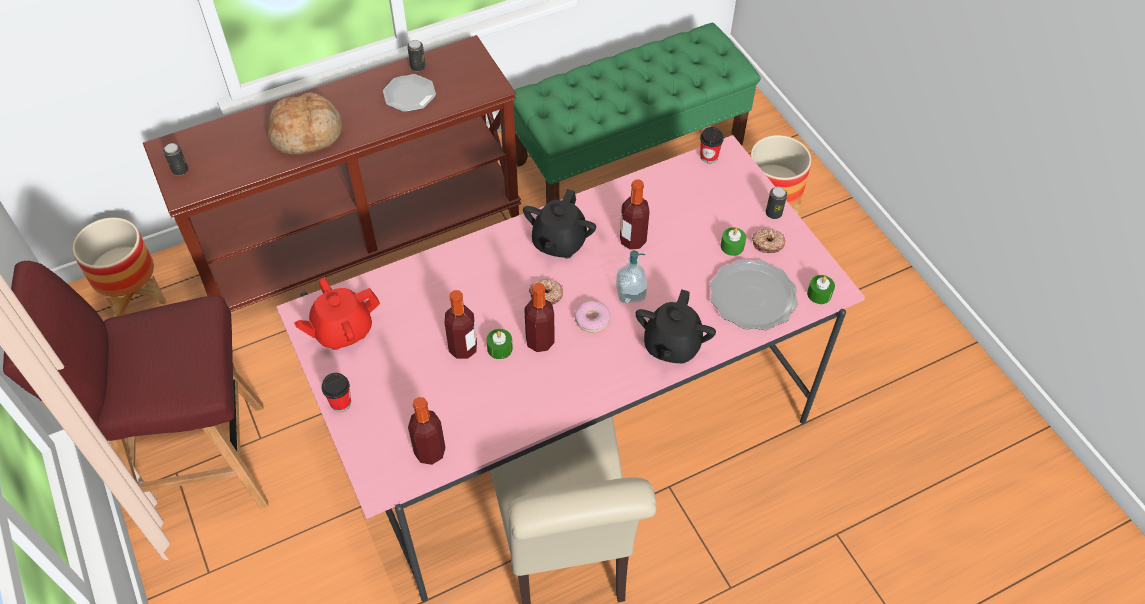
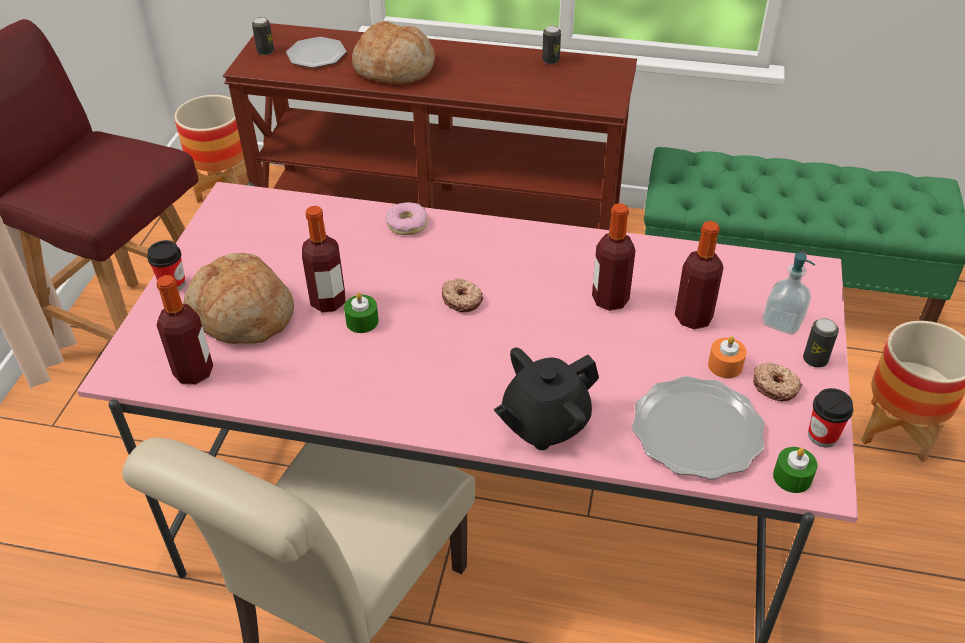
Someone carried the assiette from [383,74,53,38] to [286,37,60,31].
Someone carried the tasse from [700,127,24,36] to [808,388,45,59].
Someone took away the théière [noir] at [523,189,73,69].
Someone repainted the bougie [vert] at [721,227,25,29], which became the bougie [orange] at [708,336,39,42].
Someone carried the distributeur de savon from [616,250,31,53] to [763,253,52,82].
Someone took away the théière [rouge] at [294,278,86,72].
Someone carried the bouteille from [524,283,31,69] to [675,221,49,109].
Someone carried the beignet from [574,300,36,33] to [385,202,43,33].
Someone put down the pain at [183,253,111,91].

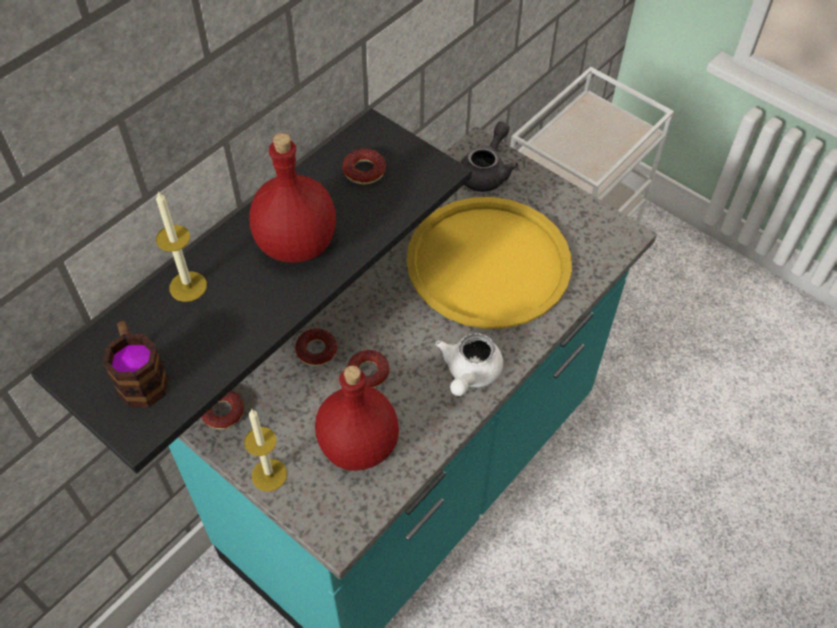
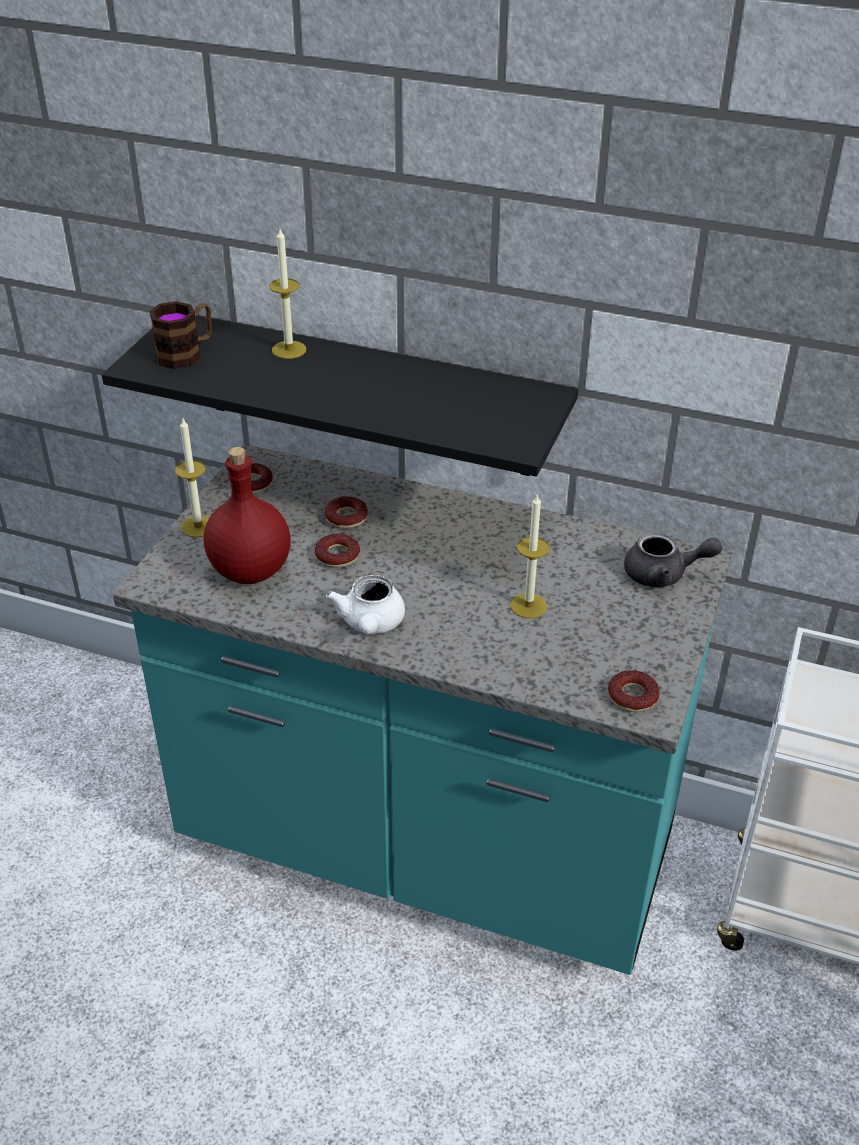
Someone took away the bouteille [rouge] at [250,133,86,130].
Someone carried the beignet from [342,148,44,36] to [608,670,52,42].
Someone swapped the plateau [jaune] at [407,197,165,132] for the bougie at [511,495,38,123].
Someone rotated the théière [blanc] at [435,333,68,63] by 90 degrees counterclockwise.

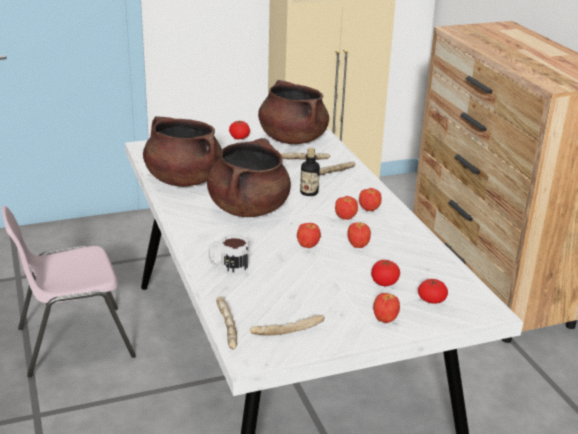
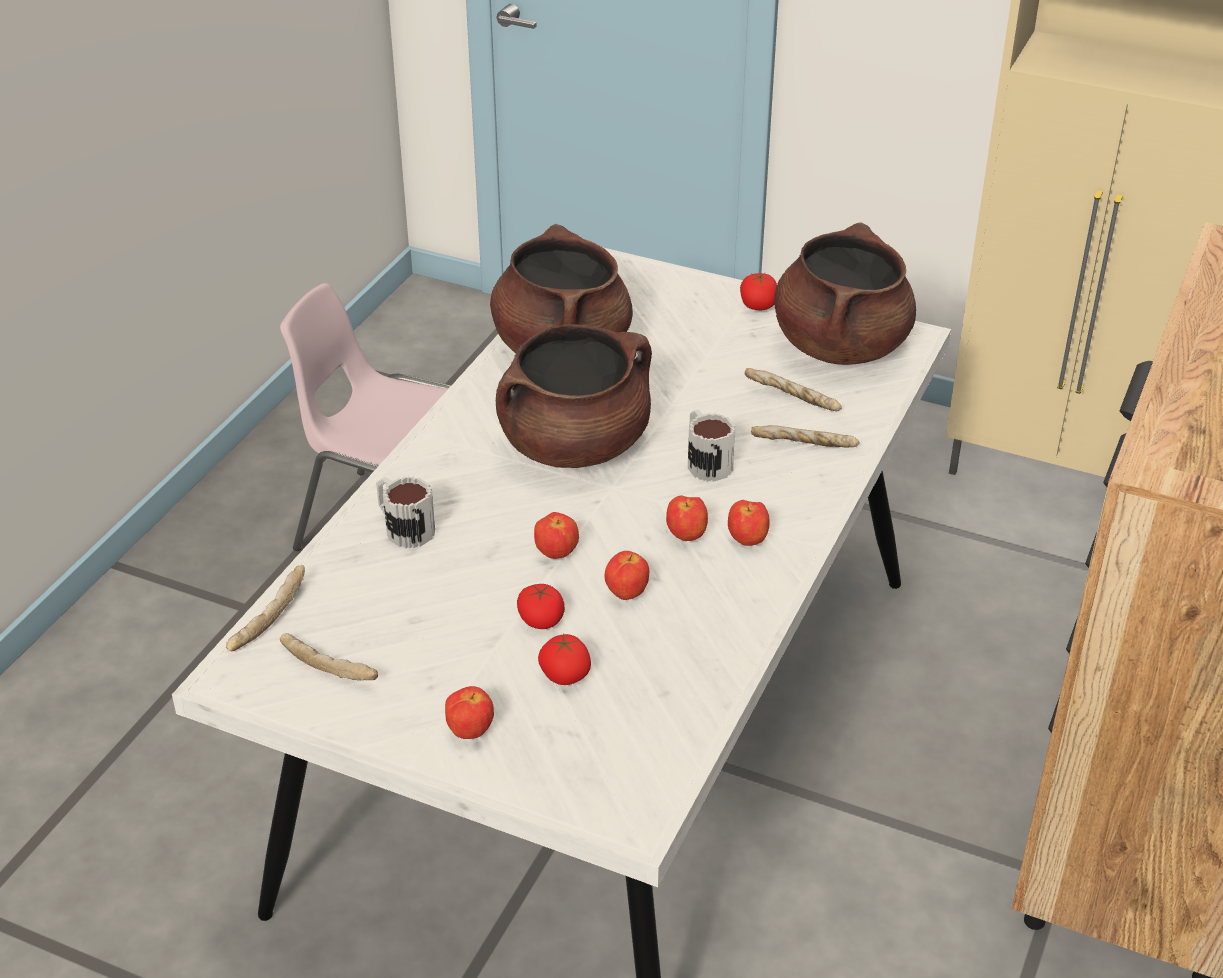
Someone swapped the bouteille at [300,148,20,48] for the mug at [688,409,48,73].
Someone carried the tomate from [418,279,30,25] to [517,584,48,45].

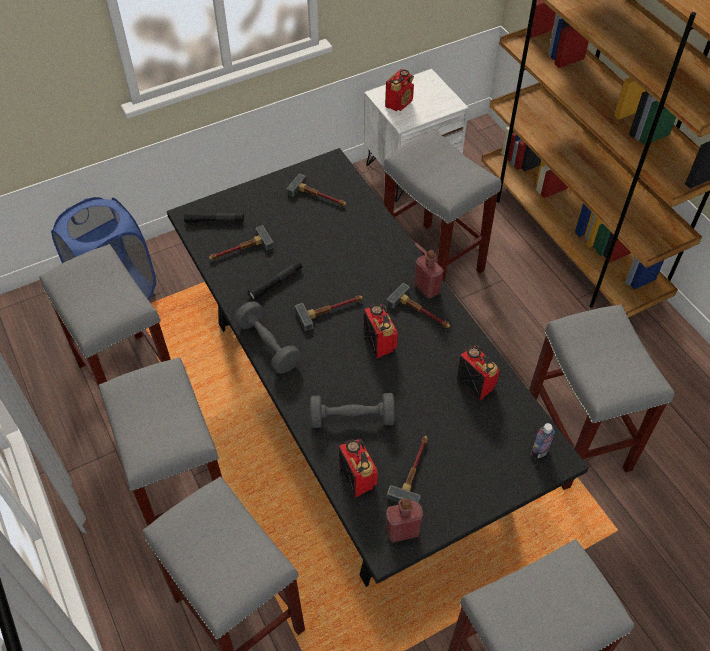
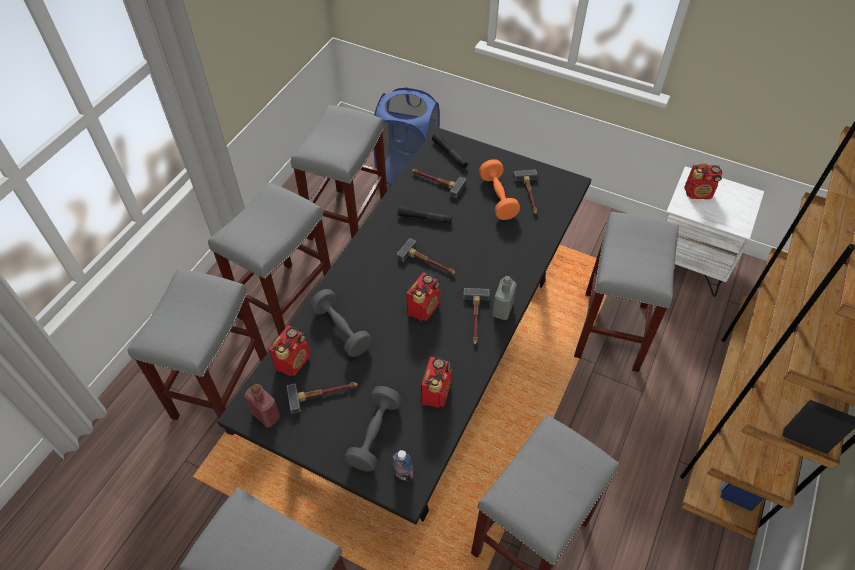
Someone repainted the bouteille [rouge] at [414,250,30,48], which became the bouteille [gris] at [492,276,25,44].
Someone carried the haltère [gris] from [234,301,67,73] to [345,386,57,85].
Someone put down the haltère [orange] at [479,159,41,61].

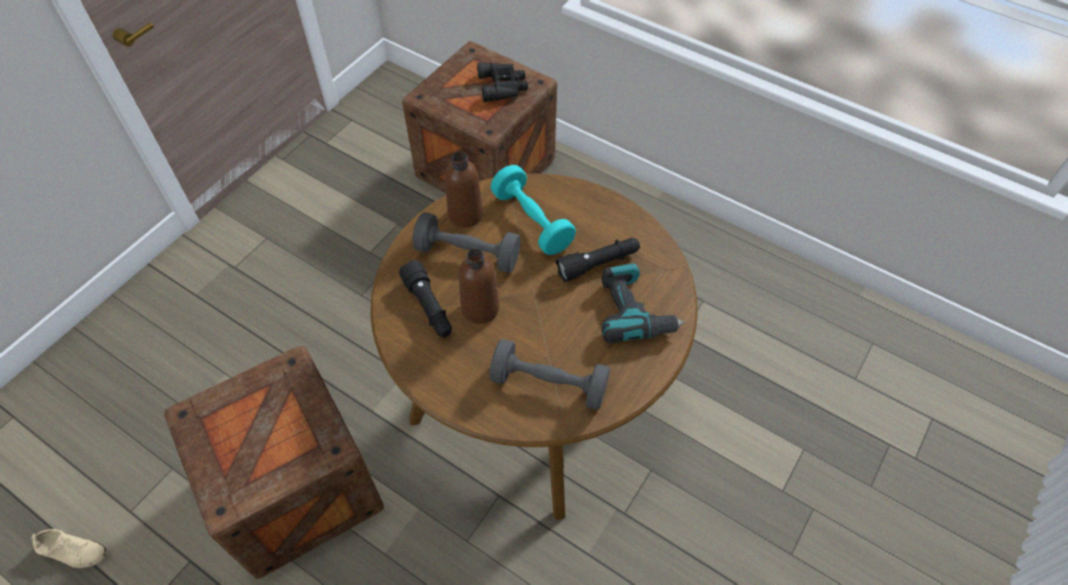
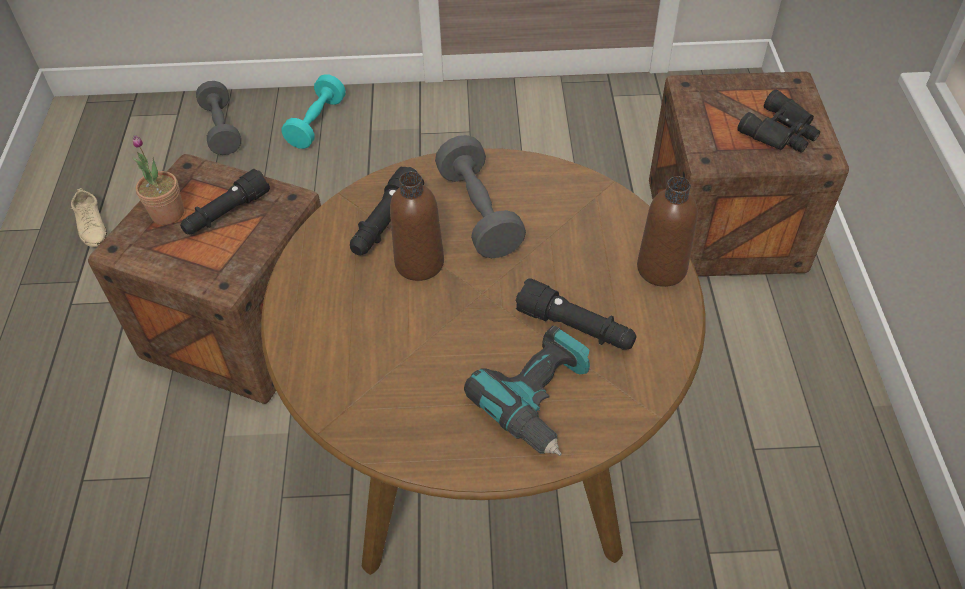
Someone carried the bouteille [marron] from [445,152,38,76] to [637,176,61,111].
Someone carried the haltère [turquoise] from [491,165,85,90] to [282,74,64,75].
Someone carried the haltère [gris] from [489,339,121,71] to [196,81,45,74].
Someone put down the plante en pot at [132,135,52,90].
Someone put down the lampe de poche [noir] at [180,169,90,65].

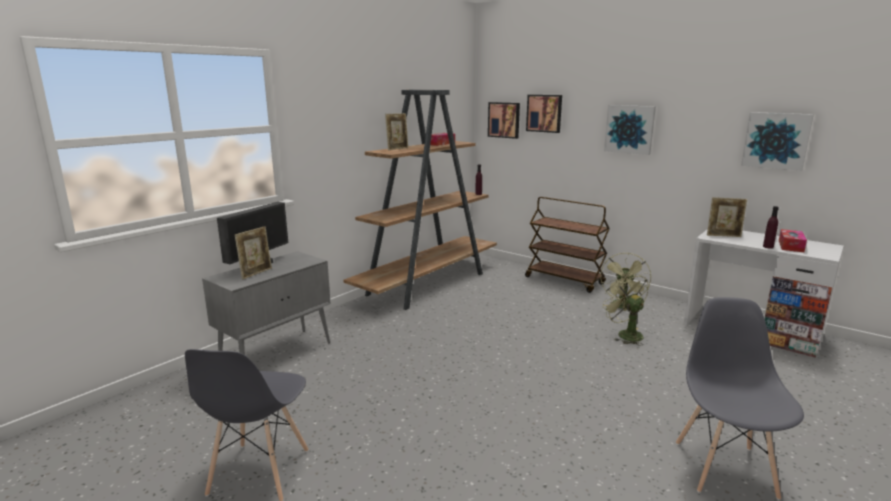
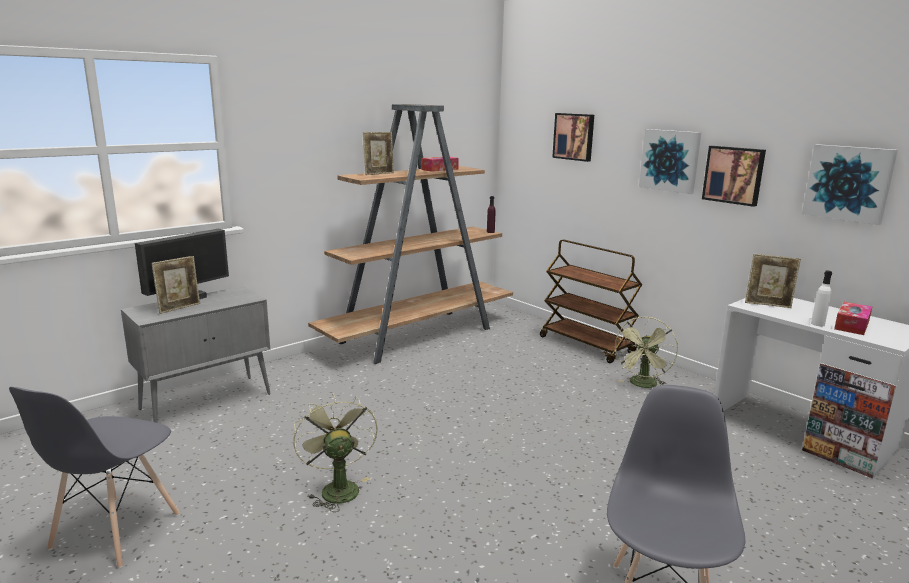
Someone carried the tableau from [488,102,32,37] to [702,146,64,61].
Someone repainted the bouteille [violet] at [763,206,16,43], which became the bouteille [blanc] at [811,271,21,56].
Someone carried the ventilateur [vert] from [602,272,47,73] to [293,394,85,118].

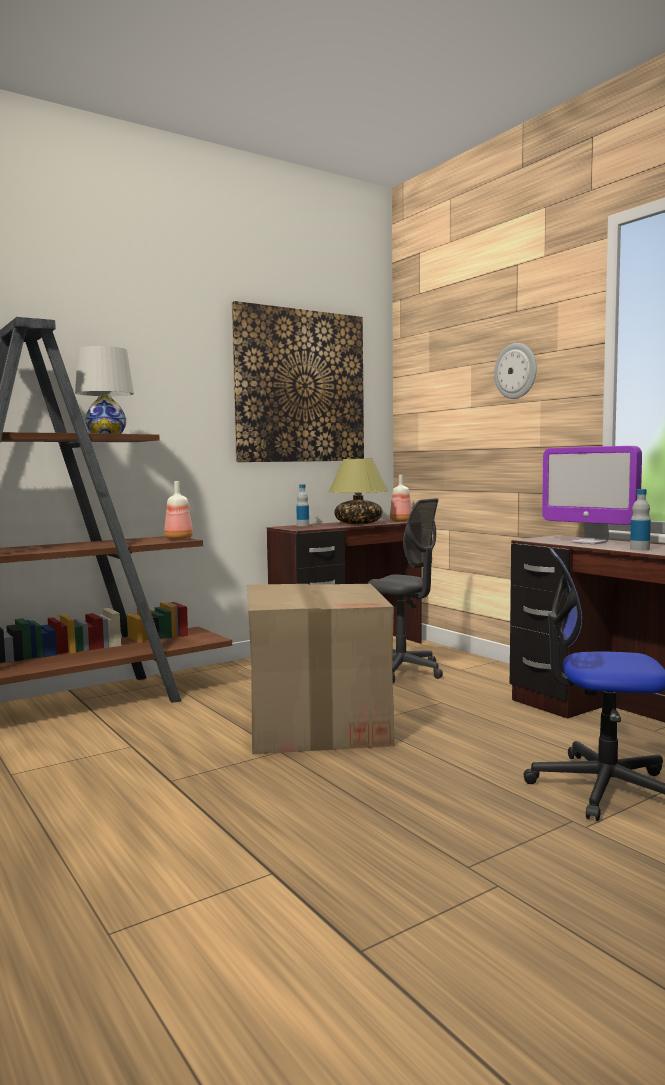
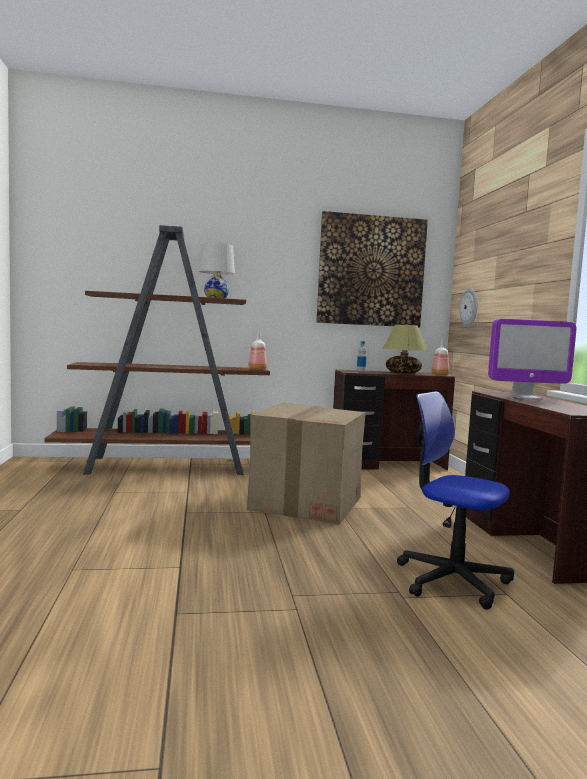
Someone carried the horloge murale from [494,343,43,56] to [459,289,19,37].
Someone rotated the écran d'ordinateur at [542,446,100,98] by 75 degrees counterclockwise.
Someone took away the bouteille at [630,489,21,61].
Someone took away the chaise de bureau [gris] at [368,498,75,185].

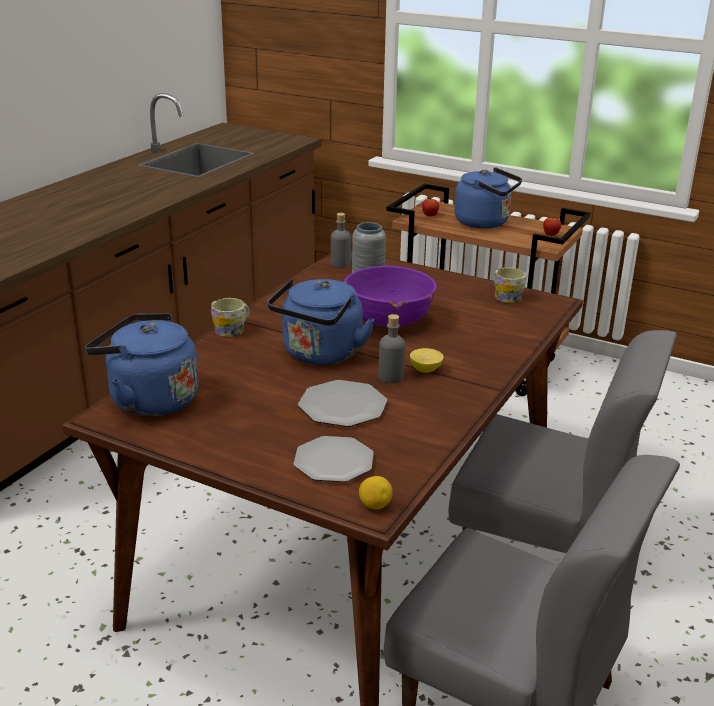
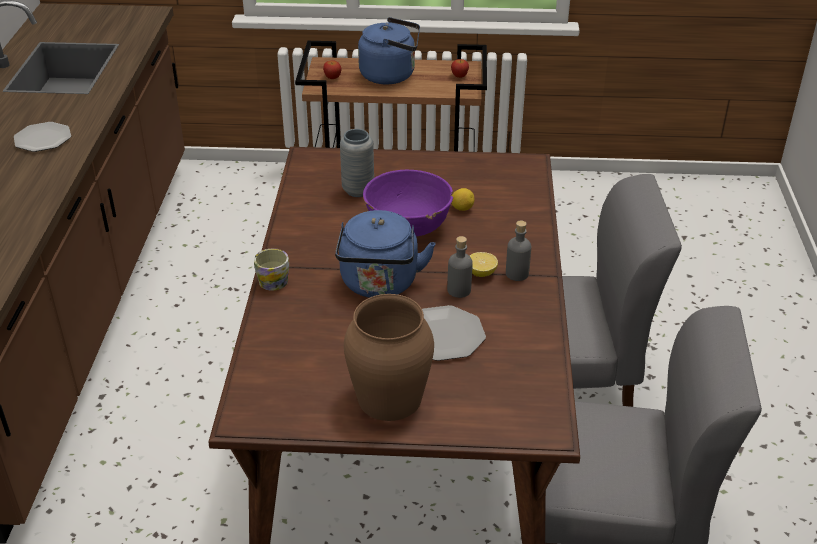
Someone carried the bouteille [gris] from [331,213,20,55] to [506,220,25,61].
Someone took away the mug at [494,267,32,36].
Someone took away the bouilloire [bleu] at [85,313,114,104].
Someone carried the assiette from [294,436,80,46] to [14,122,57,30].
Someone carried the citron from [359,476,34,33] to [451,188,24,23].
Someone put down the vase [marron] at [344,294,90,127].

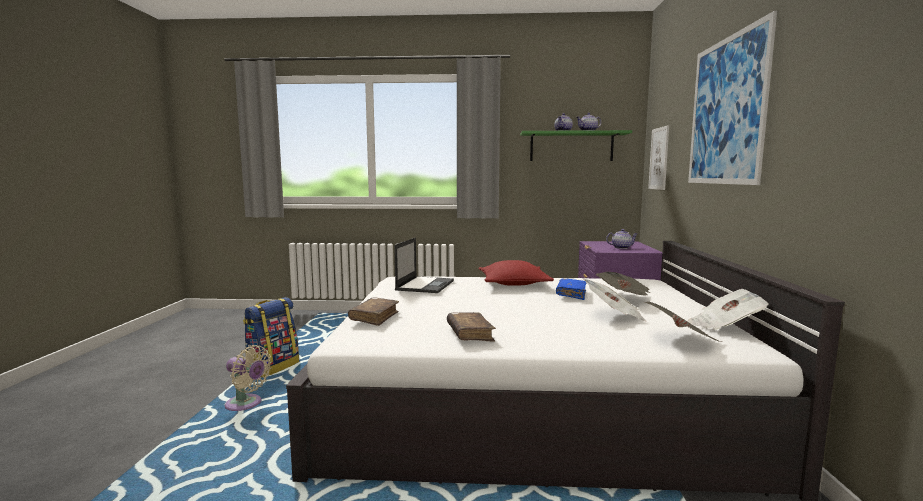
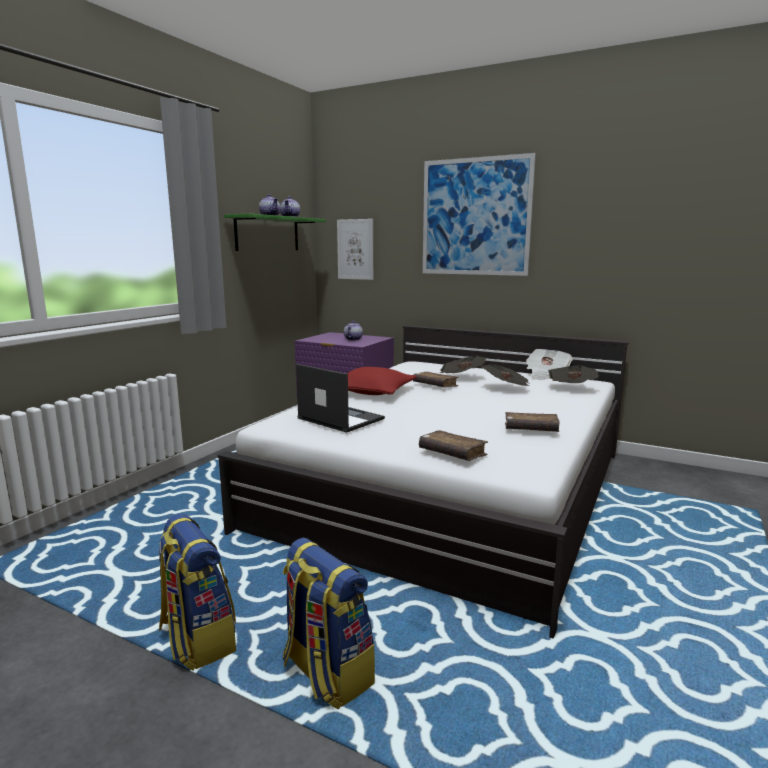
Someone repainted the livre [bleu] at [556,278,30,22], which became the livre [marron] at [413,372,46,16].
Someone swapped the ventilateur [beige] at [225,345,47,66] for the sac à dos at [283,538,92,171].

